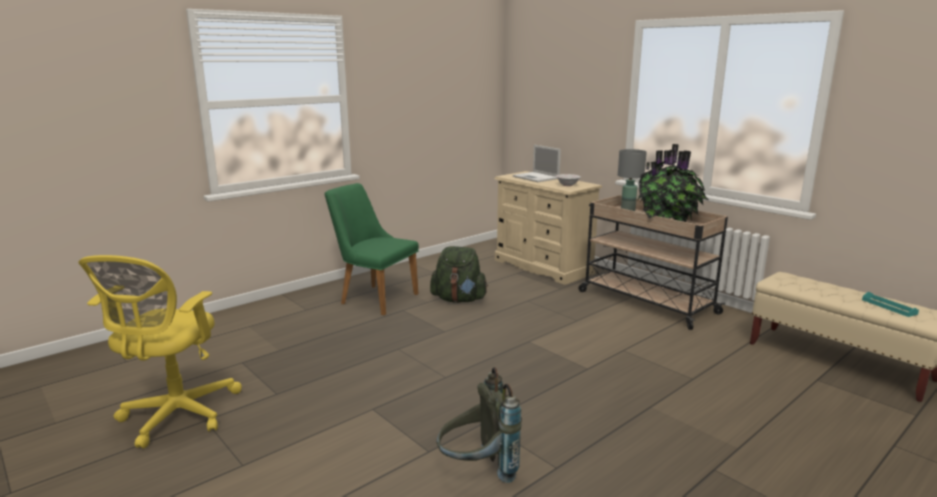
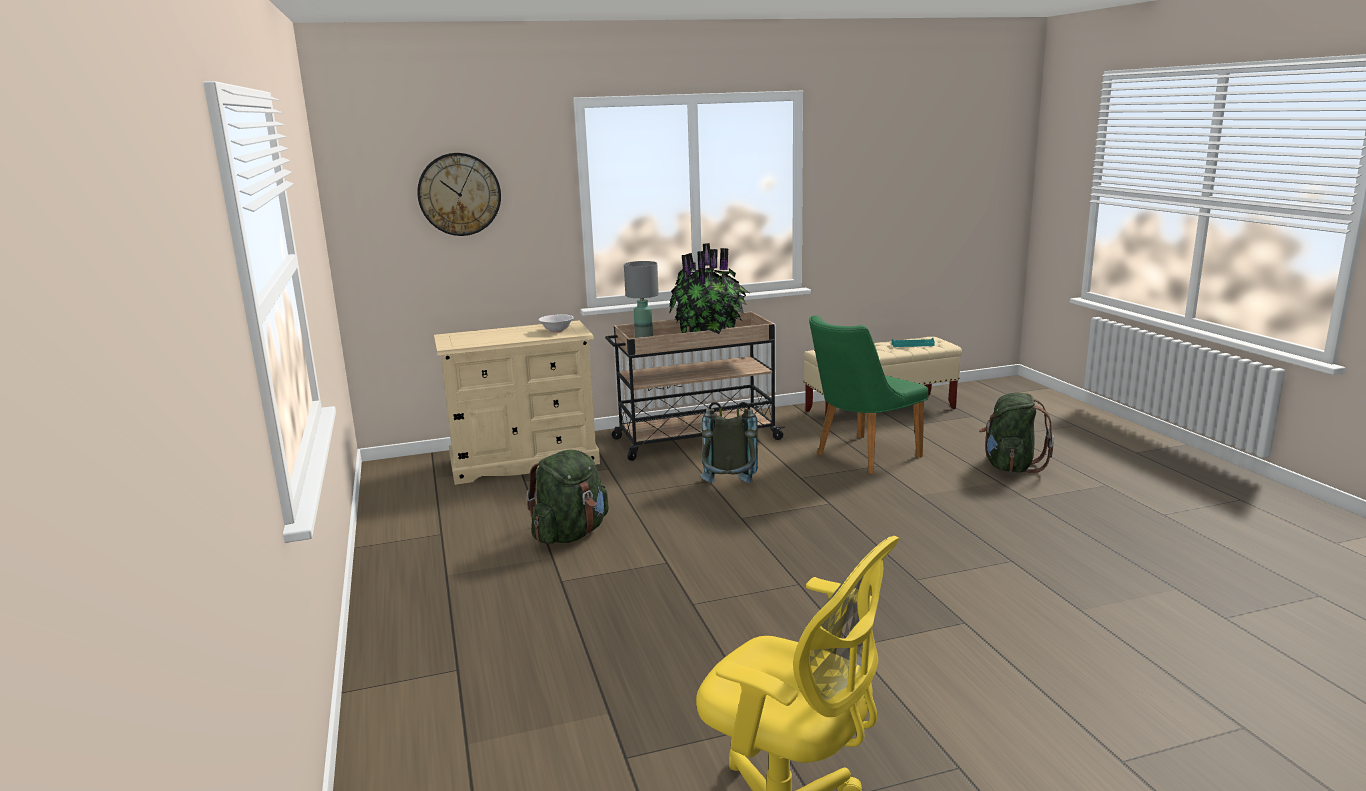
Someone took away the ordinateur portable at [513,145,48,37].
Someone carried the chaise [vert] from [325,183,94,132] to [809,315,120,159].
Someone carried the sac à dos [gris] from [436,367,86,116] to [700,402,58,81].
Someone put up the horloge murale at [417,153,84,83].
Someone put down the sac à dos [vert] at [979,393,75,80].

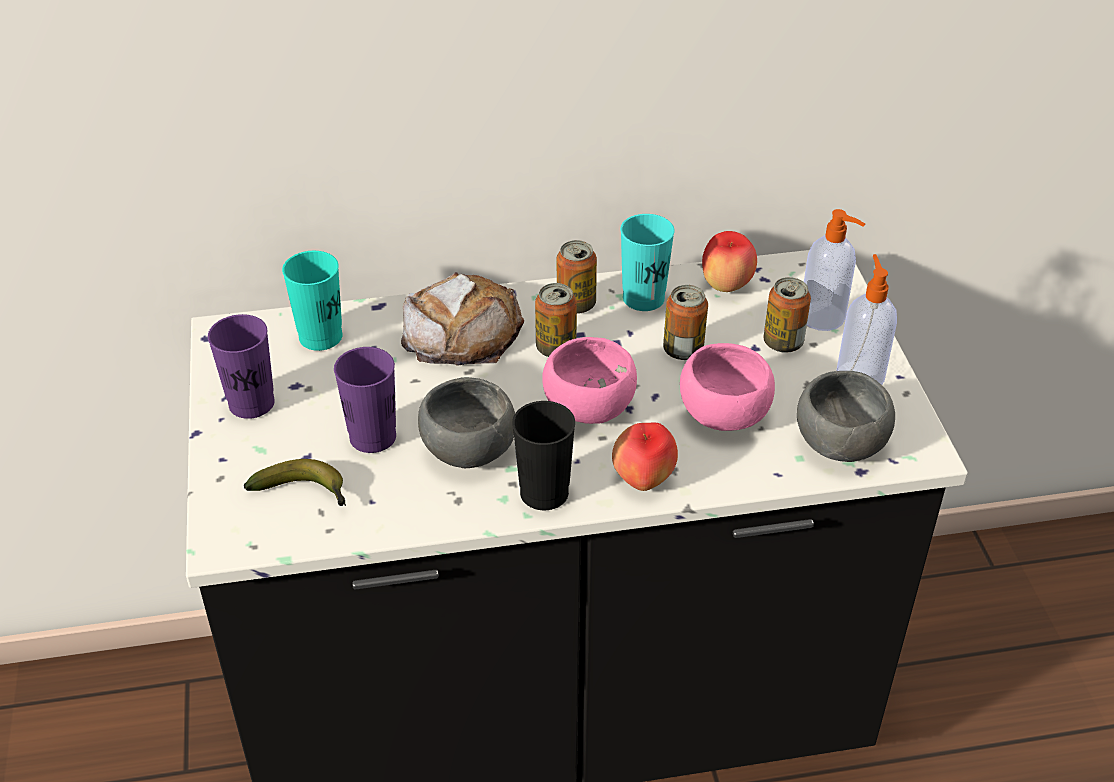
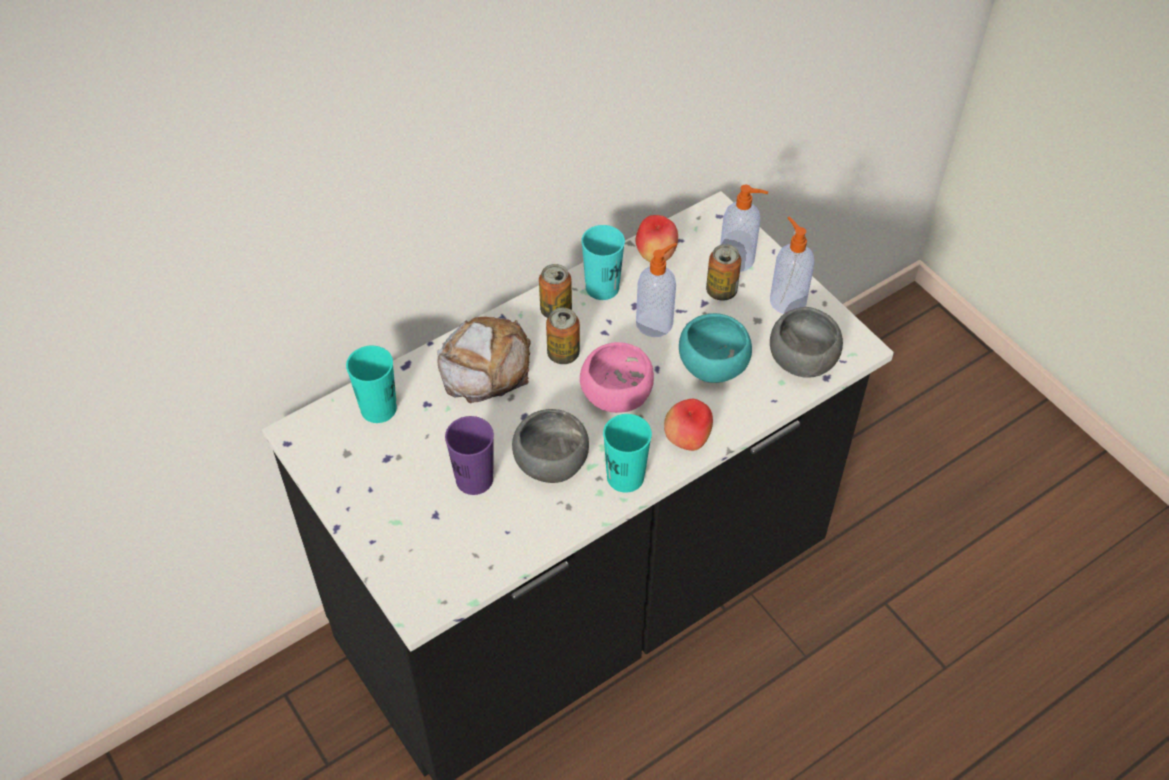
Someone swapped the boîte métallique at [663,285,45,75] for the distributeur de savon at [636,243,41,94].
Someone took away the tasse [violet] at [208,314,67,105].
Someone repainted the bol [rose] at [680,343,95,88], which became the bol [turquoise] at [679,313,73,70].
Someone repainted the tasse [noir] at [512,401,63,109], which became the tasse [turquoise] at [603,414,49,79].
Someone took away the banane at [244,459,102,47].

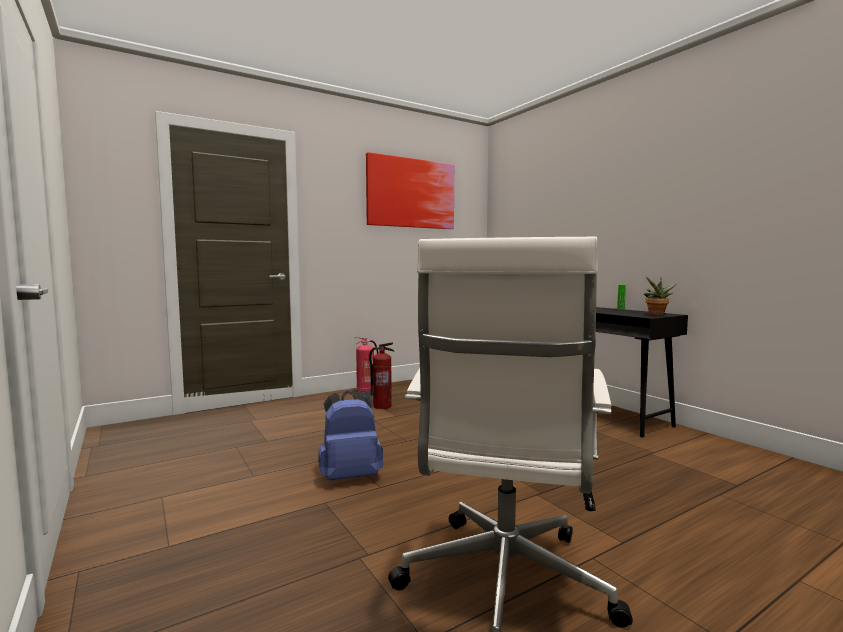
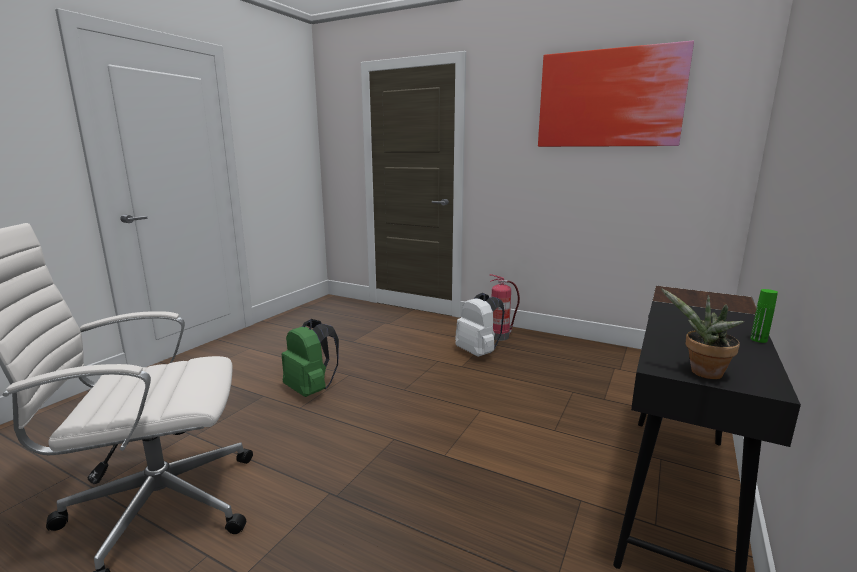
Someone swapped the extincteur at [369,342,25,67] for the sac à dos [blanc] at [455,293,50,64].
Someone repainted the sac à dos [bleu] at [318,390,65,91], which became the sac à dos [vert] at [282,319,57,78].

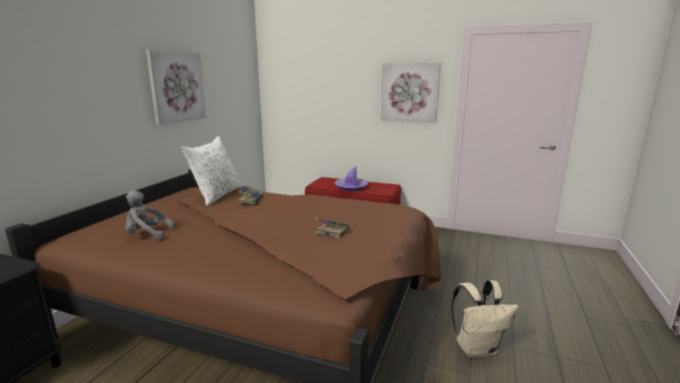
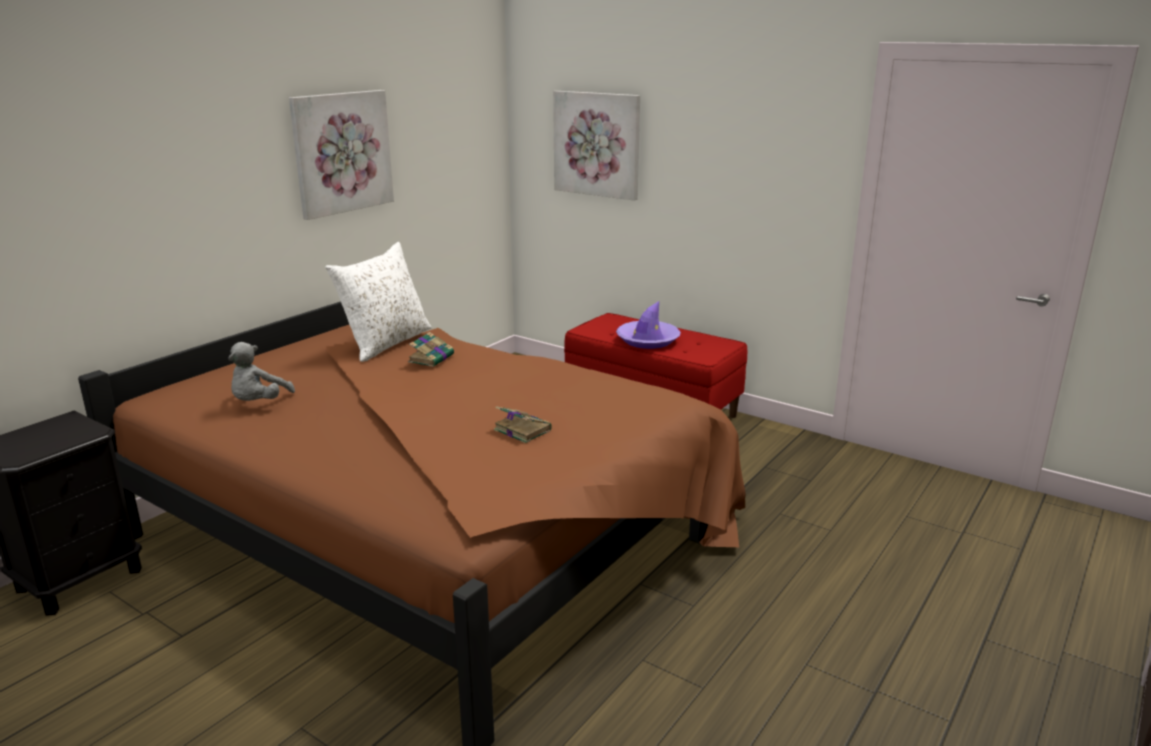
Someone carried the tableau from [380,63,61,60] to [553,91,87,110].
Someone rotated the peluche [gris] at [125,190,50,50] by 90 degrees counterclockwise.
Someone took away the sac à dos [beige] at [451,280,68,78].

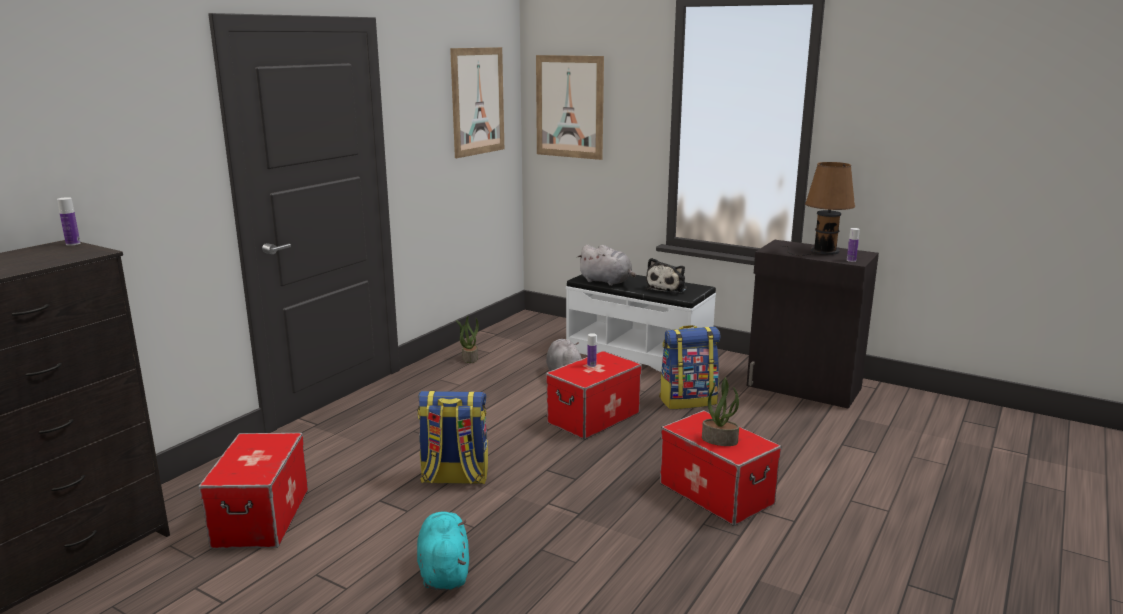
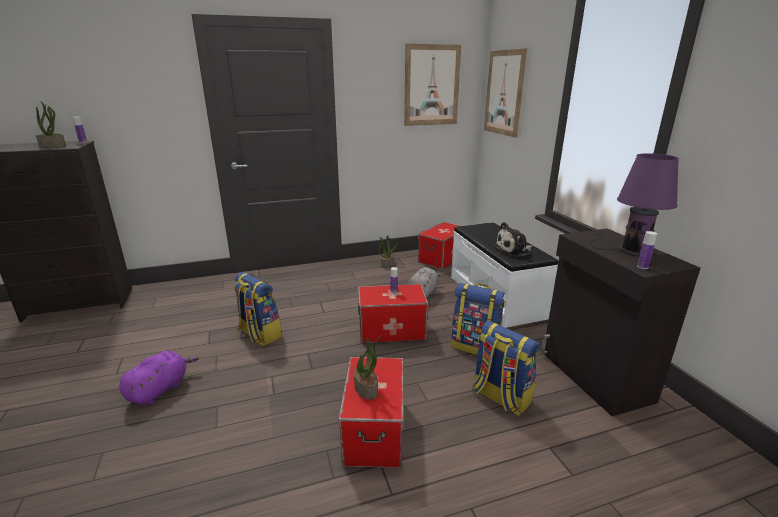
Someone repainted the lampe de table [marron] at [786,162,69,94], which became the lampe de table [violet] at [590,153,89,103].
Someone took away the peluche [gris] at [577,244,59,42].
Someone carried the boîte de rangement from [198,433,110,116] to [418,222,41,48].
Someone repainted the peluche [turquoise] at [417,512,52,79], which became the peluche [violet] at [119,351,80,53].
Someone put down the plante en pot at [36,101,30,47].
Someone put down the sac à dos at [473,321,67,95].

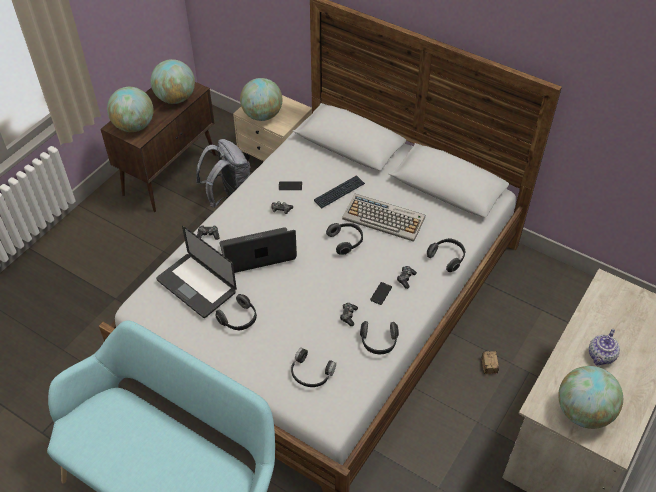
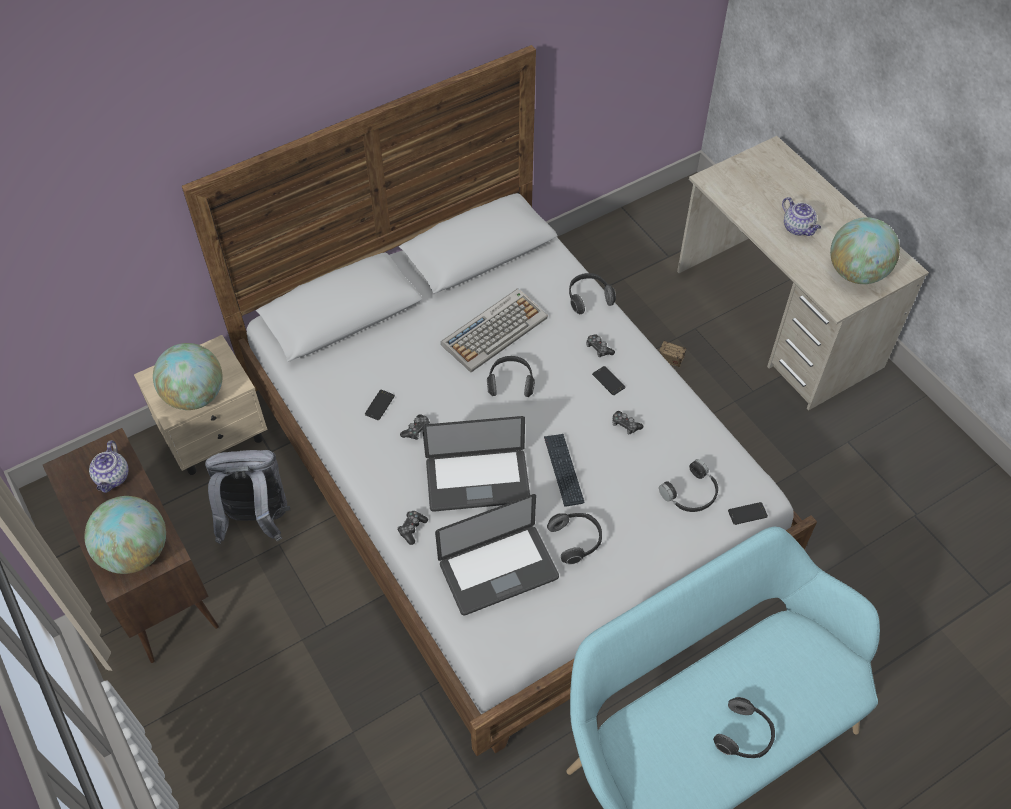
Someone swapped the globe at [151,59,44,45] for the théière at [89,440,40,53].
Someone carried the clavier from [314,175,51,33] to [544,434,41,73].
Someone rotated the ordinateur portable at [220,227,77,46] by 105 degrees counterclockwise.
Someone carried the casque audio from [360,321,39,33] to [713,697,62,61].
Someone put down the téléphone at [728,502,40,23].

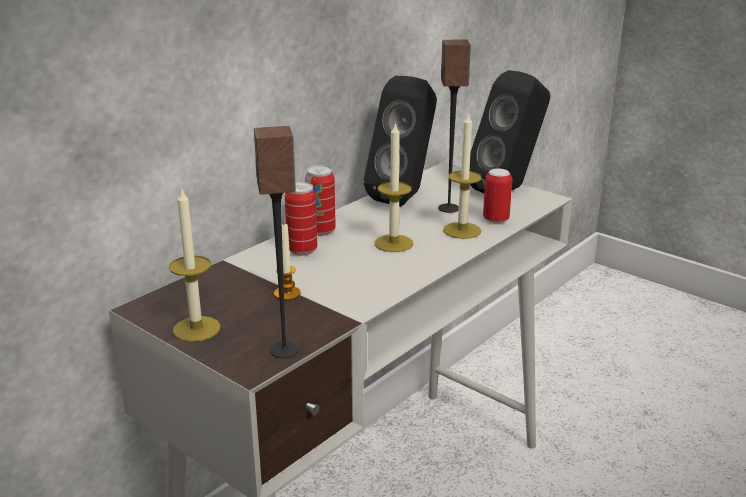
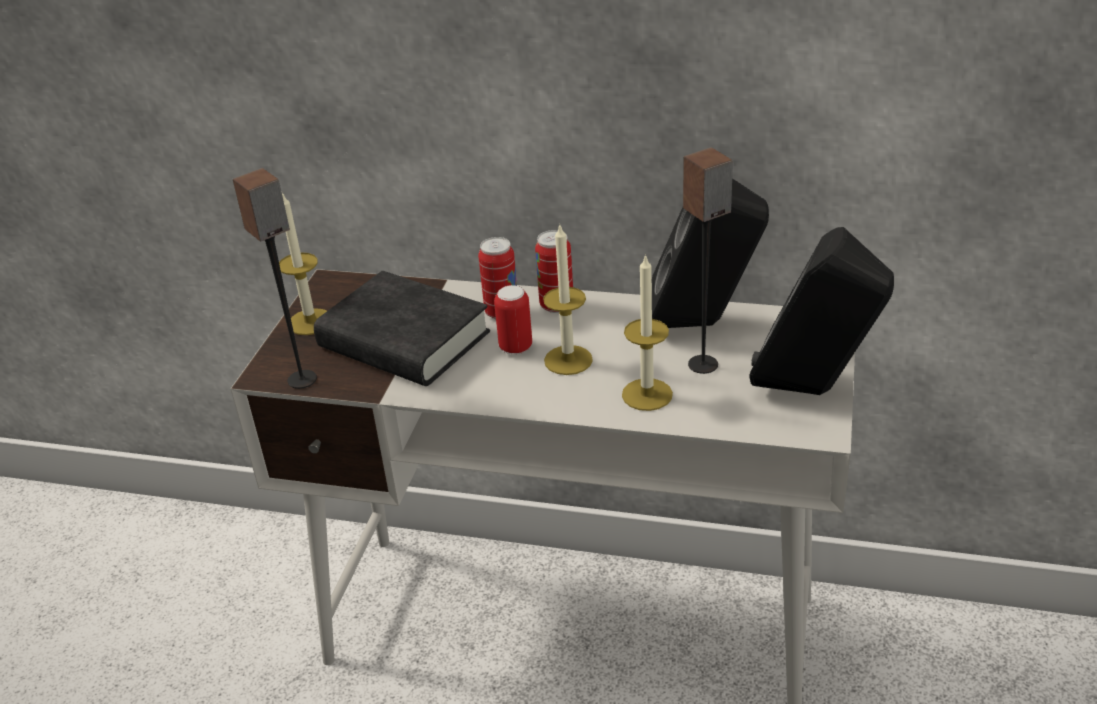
Someone carried the boîte métallique from [483,169,29,54] to [494,285,38,69].
Someone swapped the bougie at [274,222,27,79] for the livre [noir] at [314,271,176,115].

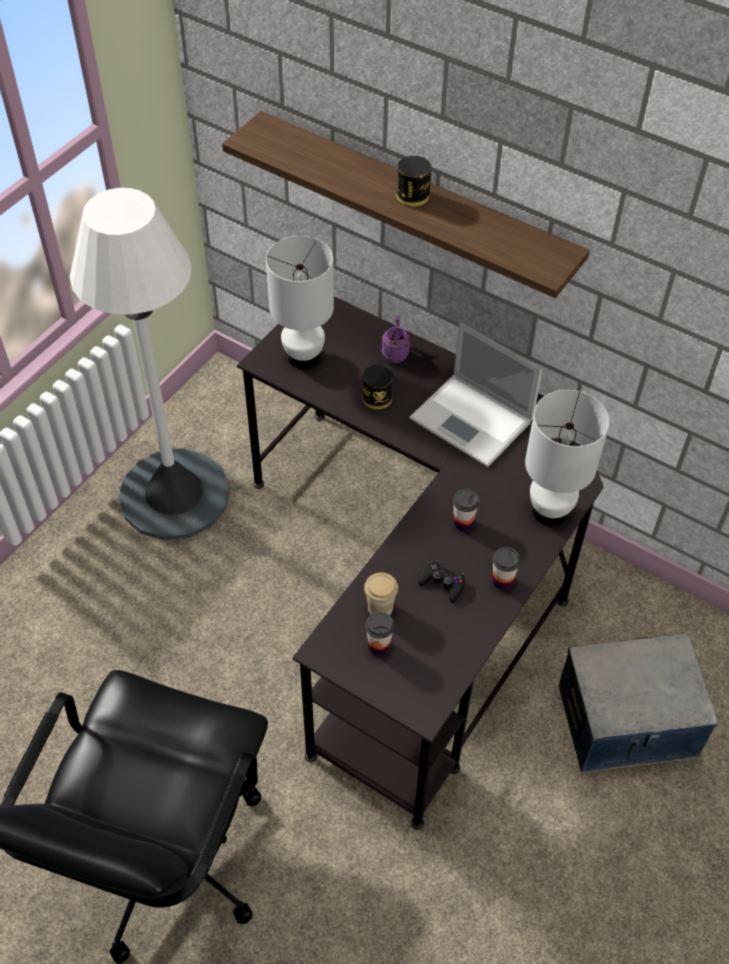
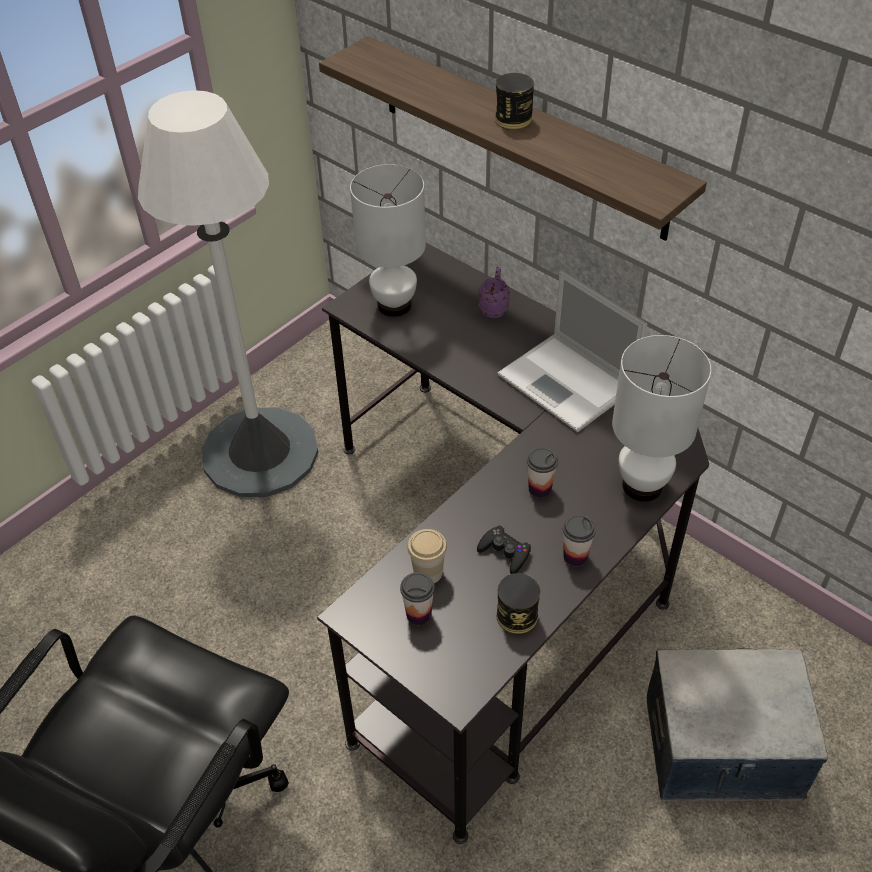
Someone carried the boîte métallique from [362,365,31,45] to [497,573,43,61].

